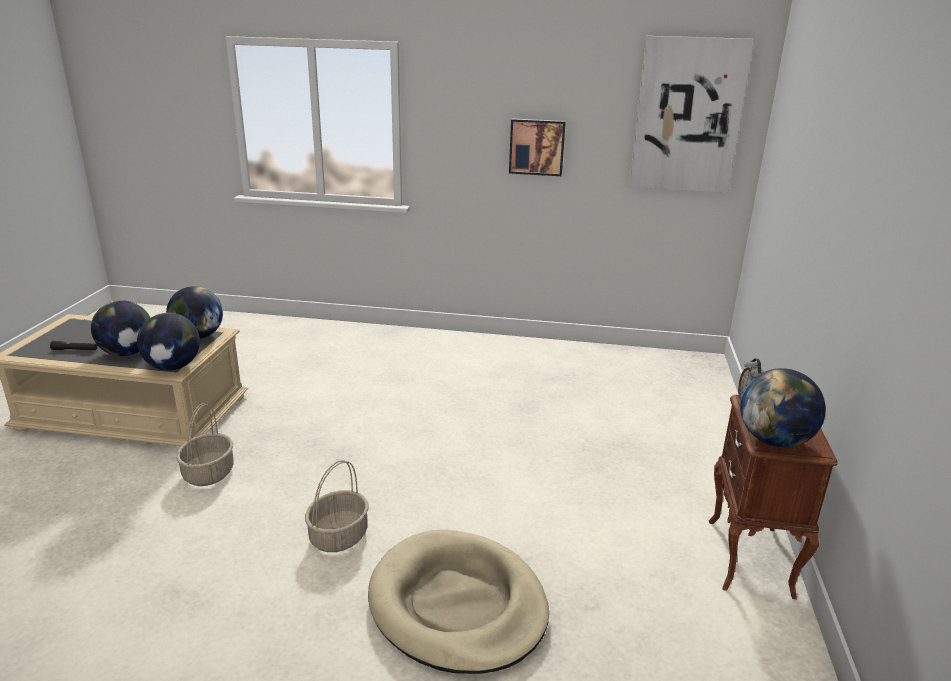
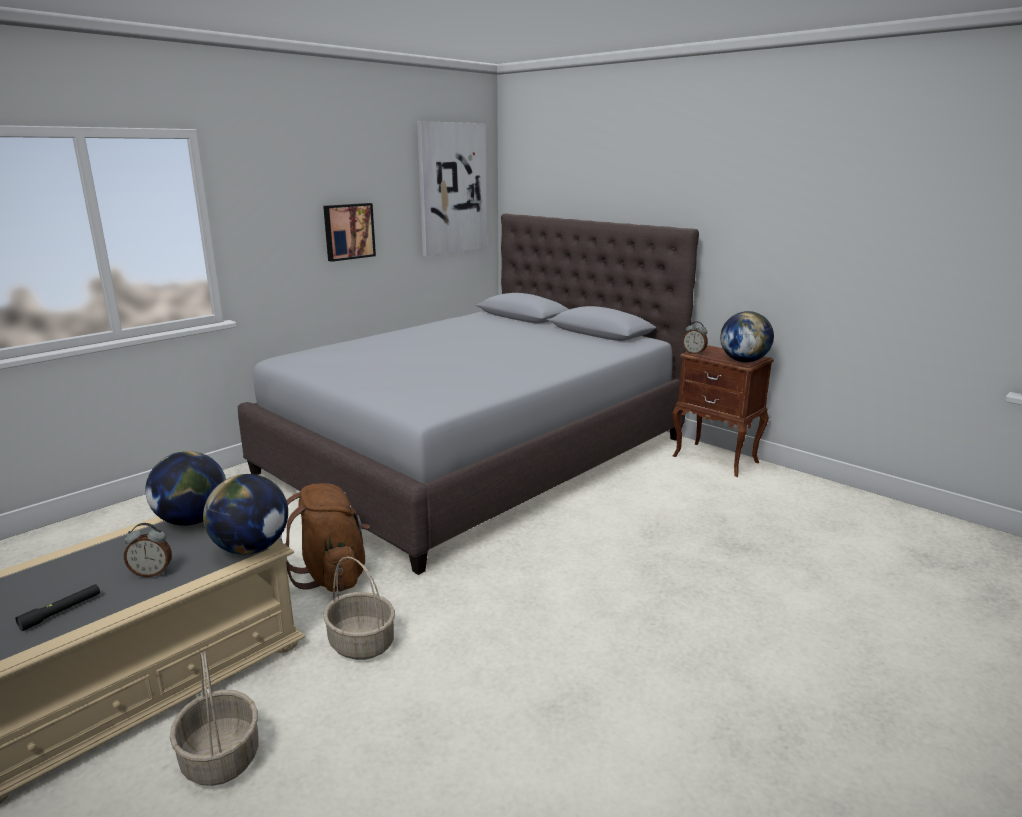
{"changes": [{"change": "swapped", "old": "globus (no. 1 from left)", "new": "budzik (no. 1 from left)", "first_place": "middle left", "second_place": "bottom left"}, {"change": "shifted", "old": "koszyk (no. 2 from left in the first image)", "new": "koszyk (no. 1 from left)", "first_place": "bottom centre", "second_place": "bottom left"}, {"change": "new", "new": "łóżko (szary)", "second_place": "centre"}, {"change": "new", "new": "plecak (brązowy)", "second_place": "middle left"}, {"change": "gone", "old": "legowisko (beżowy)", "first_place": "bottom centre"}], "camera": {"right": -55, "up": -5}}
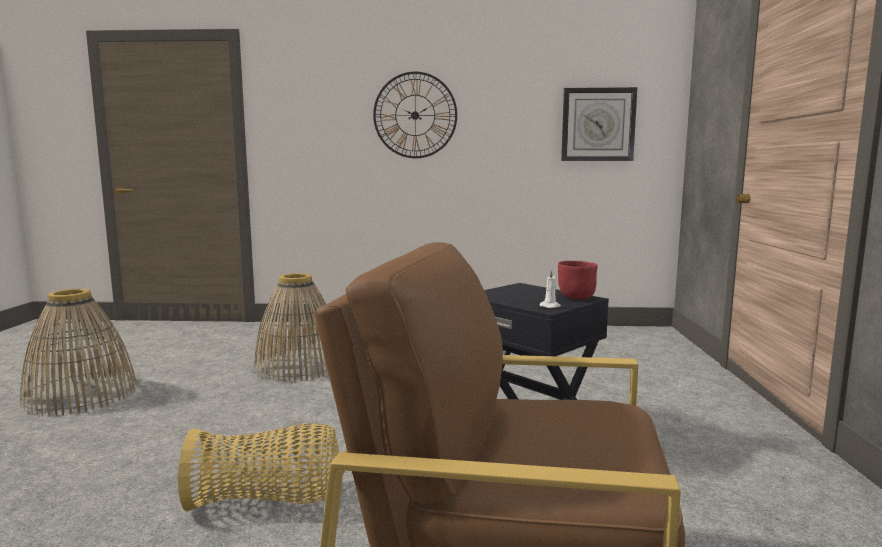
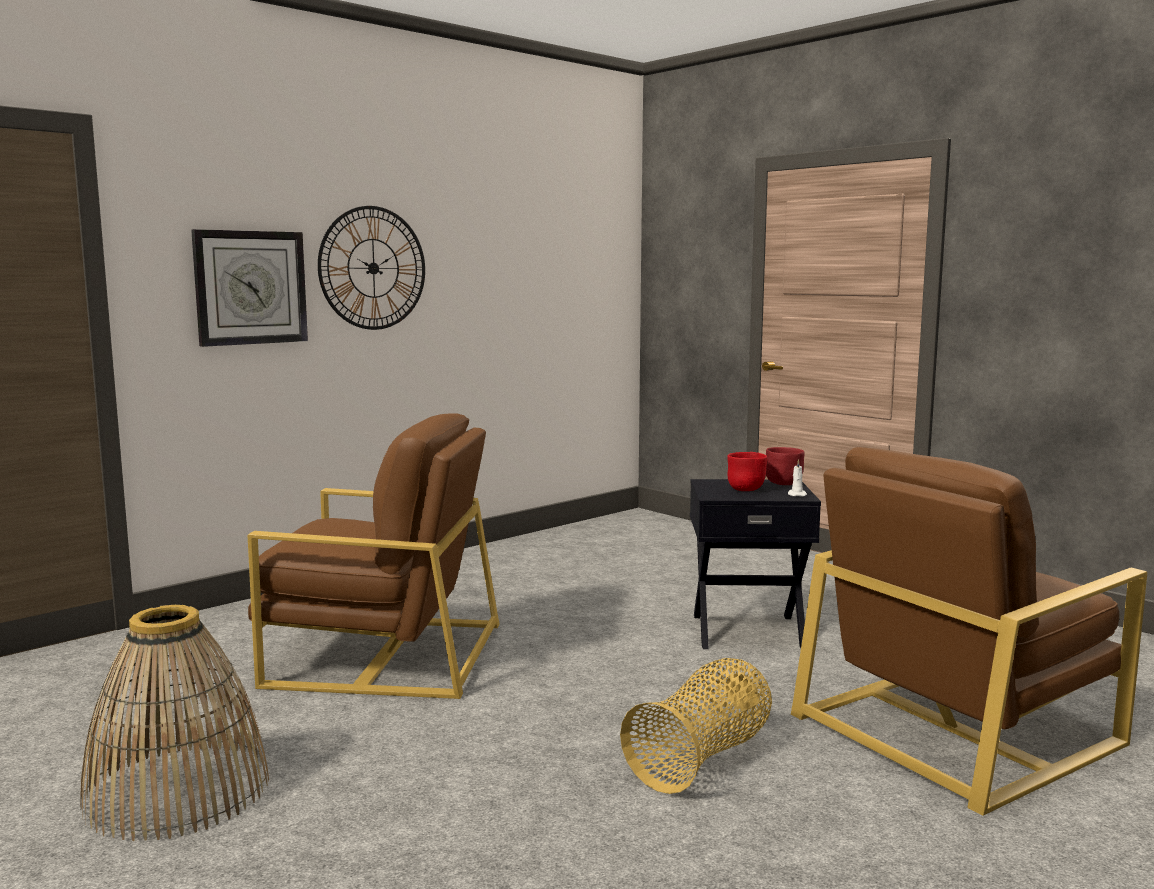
{"changes": [{"change": "shifted", "old": "zegar ścienny (no. 2 from left in the first image)", "new": "zegar ścienny (no. 1 from left)", "first_place": "top right", "second_place": "top left"}, {"change": "swapped", "old": "koszyk (no. 3 from left)", "new": "fotel (brązowy) (no. 1 from left)", "first_place": "middle left", "second_place": "middle left"}, {"change": "new", "new": "miska (czerwony) (no. 1 from left)", "second_place": "centre"}], "camera": {"right": -45, "up": 0}}
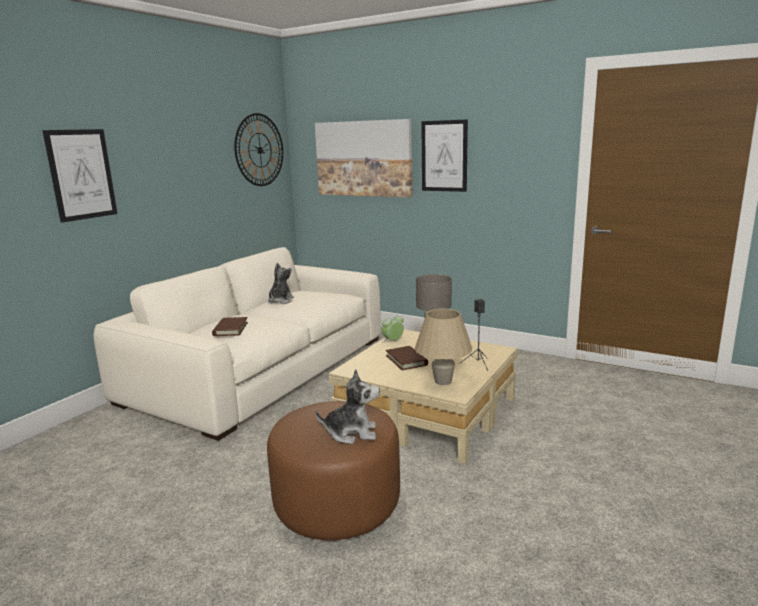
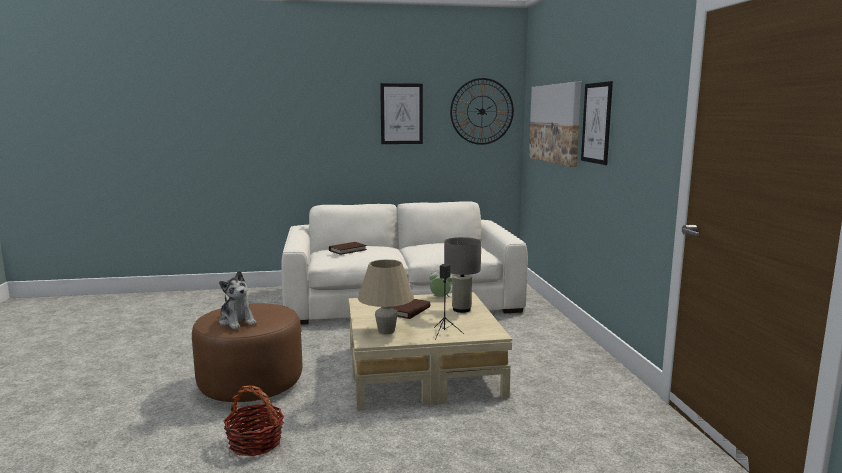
{"changes": [{"change": "new", "new": "koszyk", "second_place": "bottom left"}, {"change": "shifted", "old": "obraz (no. 1 from left)", "first_place": "top left", "second_place": "top centre"}, {"change": "gone", "old": "pluszak (no. 1 from left)", "first_place": "centre"}], "camera": {"right": 50, "up": -5}}
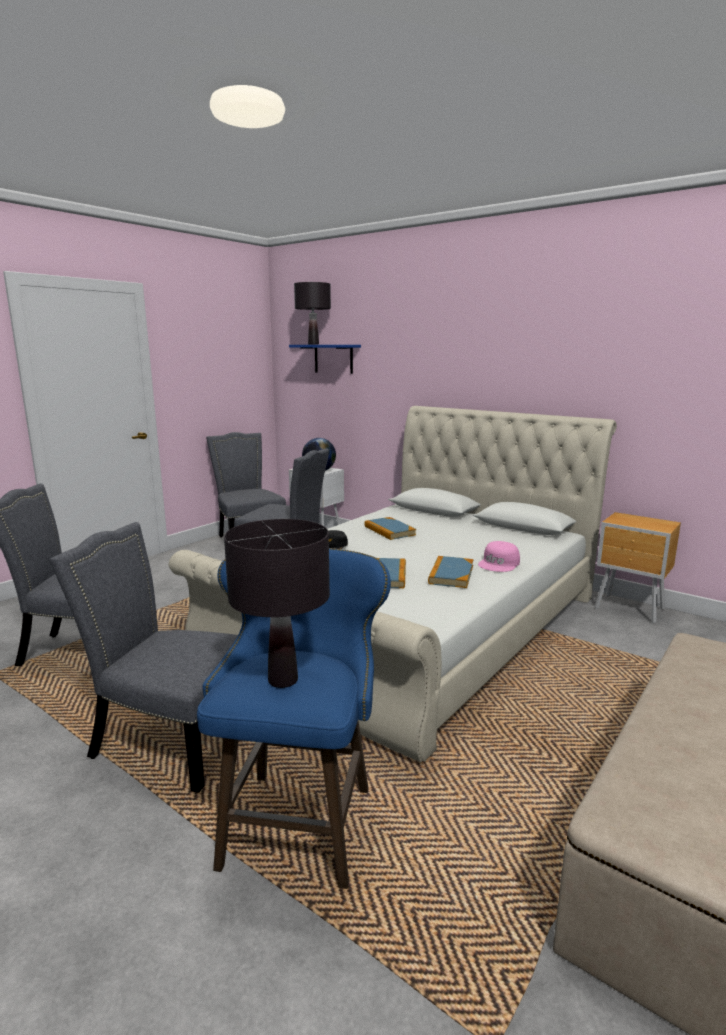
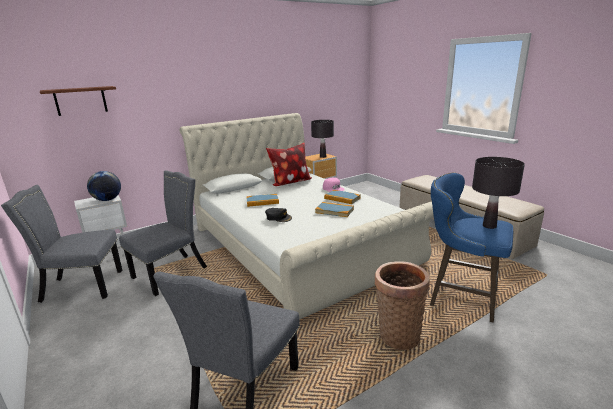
{"changes": [{"change": "repainted", "old": "półka (niebieski)", "new": "półka (brązowy)", "first_place": "centre", "second_place": "top left"}, {"change": "new", "new": "poduszka", "second_place": "centre"}, {"change": "shifted", "old": "lampa stołowa (czarny) (no. 2 from left in the first image)", "new": "lampa stołowa (czarny) (no. 1 from left)", "first_place": "top centre", "second_place": "centre"}, {"change": "swapped", "old": "krzesło (szary) (no. 2 from left)", "new": "koszyk", "first_place": "middle left", "second_place": "bottom centre"}], "camera": {"right": -70, "up": 5}}
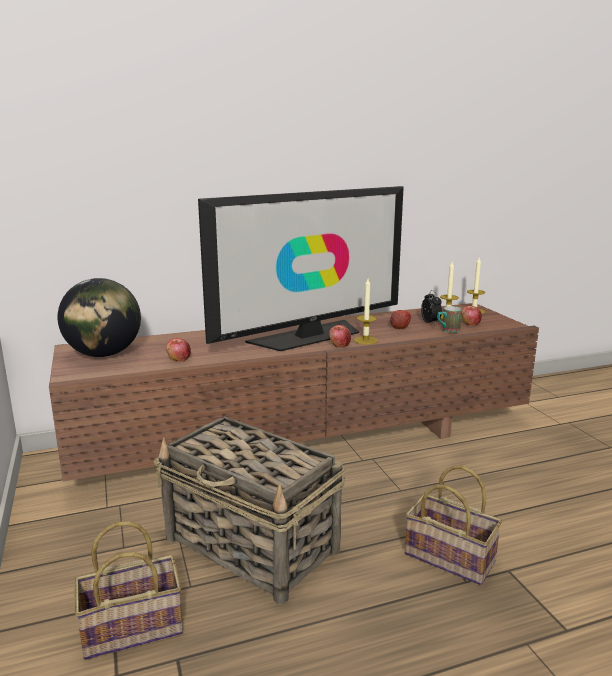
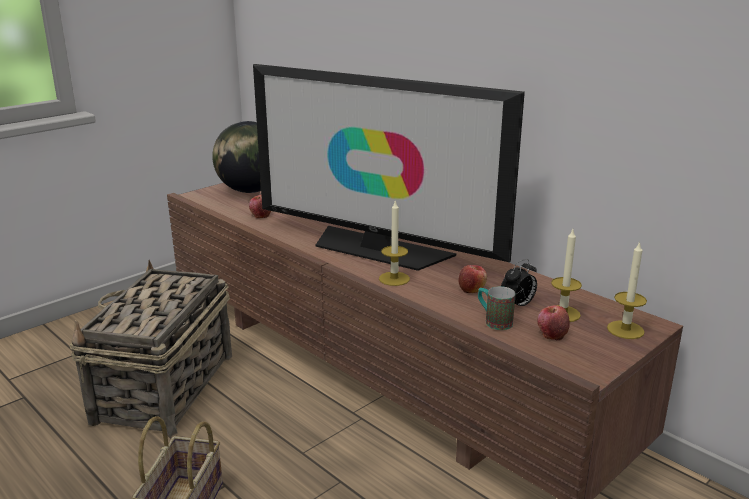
{"changes": [{"change": "gone", "old": "koszyk (no. 1 from left)", "first_place": "bottom left"}, {"change": "gone", "old": "jabłko (no. 2 from left)", "first_place": "centre"}], "camera": {"right": 65, "up": 5}}
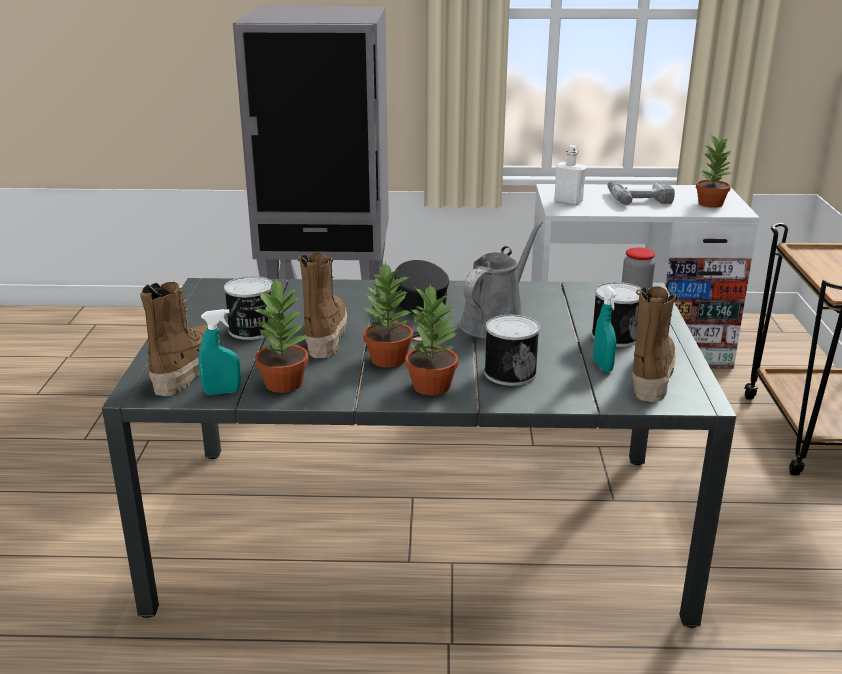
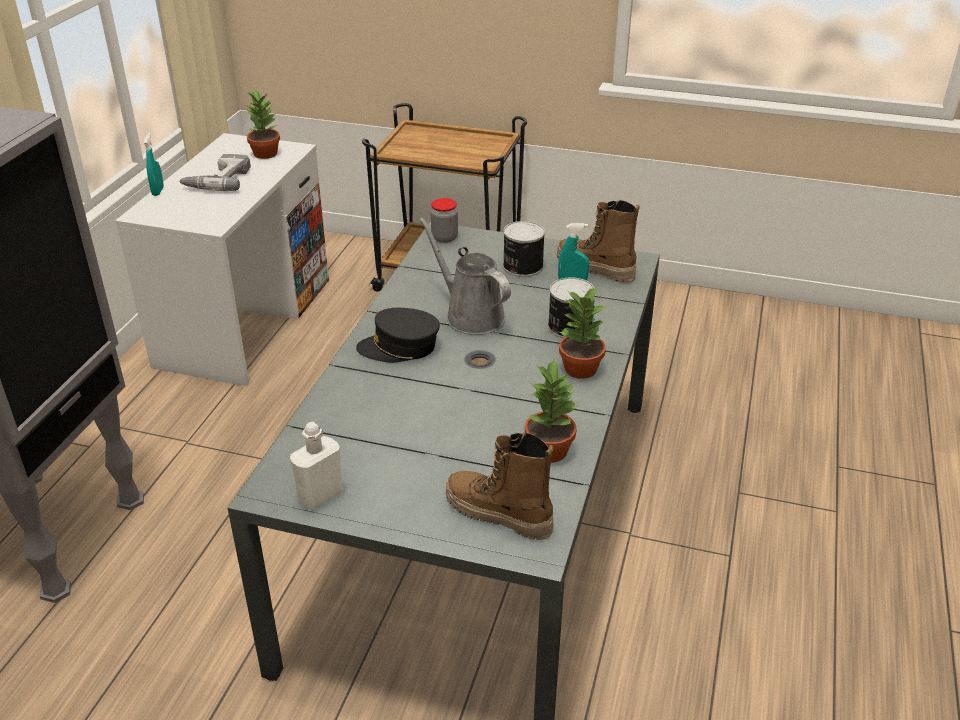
{"changes": [{"change": "shifted", "old": "spryskiwacz (turkusowy) (no. 1 from left)", "first_place": "middle left", "second_place": "top left"}, {"change": "shifted", "old": "butelka (biały)", "first_place": "top right", "second_place": "middle left"}, {"change": "gone", "old": "puszka (no. 1 from left)", "first_place": "middle left"}, {"change": "gone", "old": "but z cholewką (no. 2 from left)", "first_place": "centre"}, {"change": "gone", "old": "roślina doniczkowa (no. 2 from left)", "first_place": "centre"}], "camera": {"right": -75, "up": 10}}
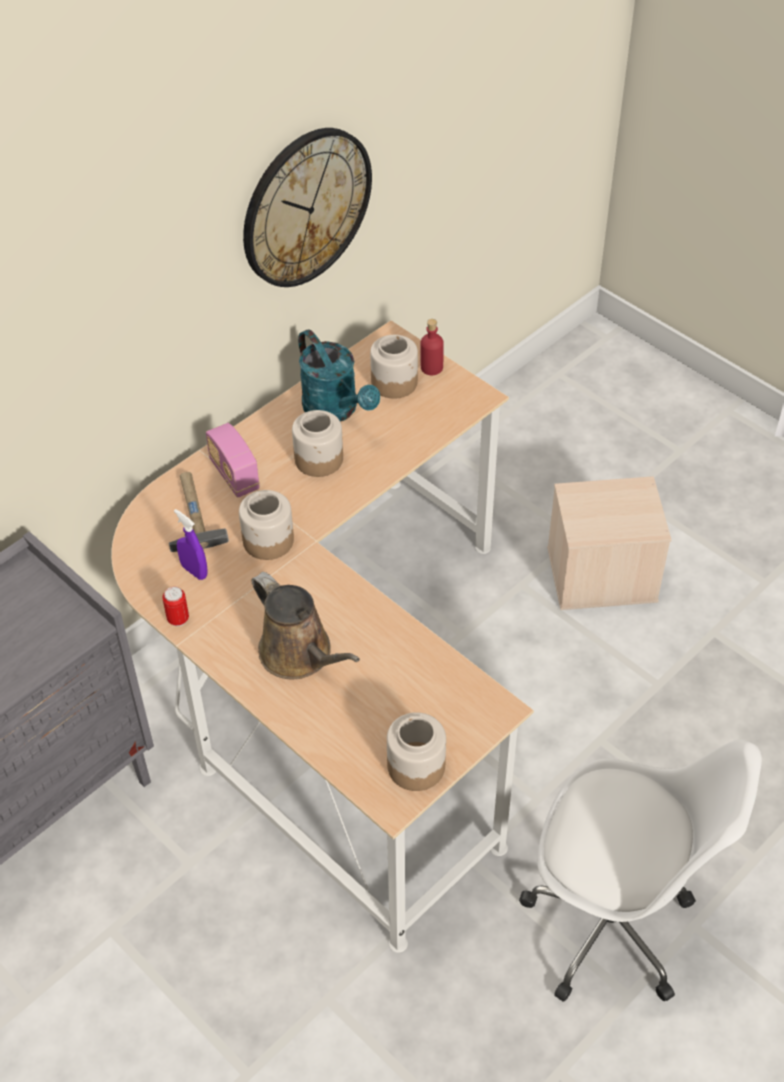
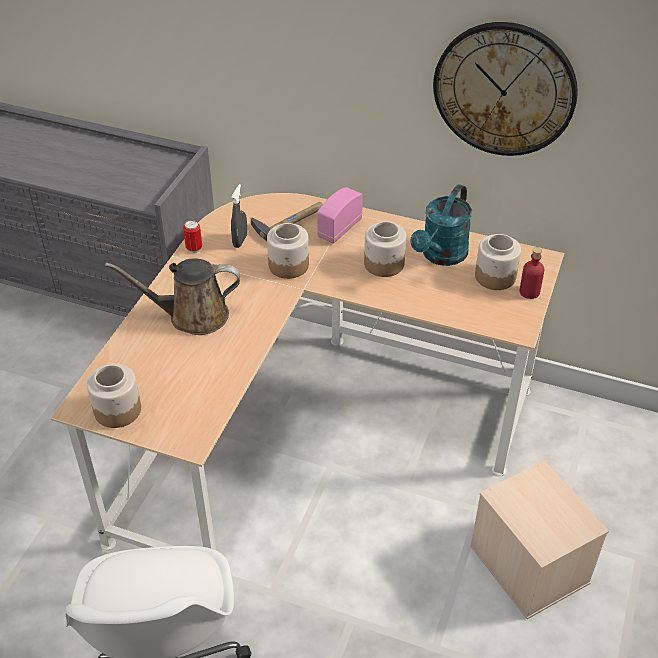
{"changes": [{"change": "rotated", "old": "konewka (brązowy)", "first_place": "centre", "second_place": "middle left", "degrees": 60}, {"change": "repainted", "old": "spryskiwacz (fioletowy)", "new": "spryskiwacz (szary)", "first_place": "middle left", "second_place": "top centre"}], "camera": {"right": 65, "up": -5}}
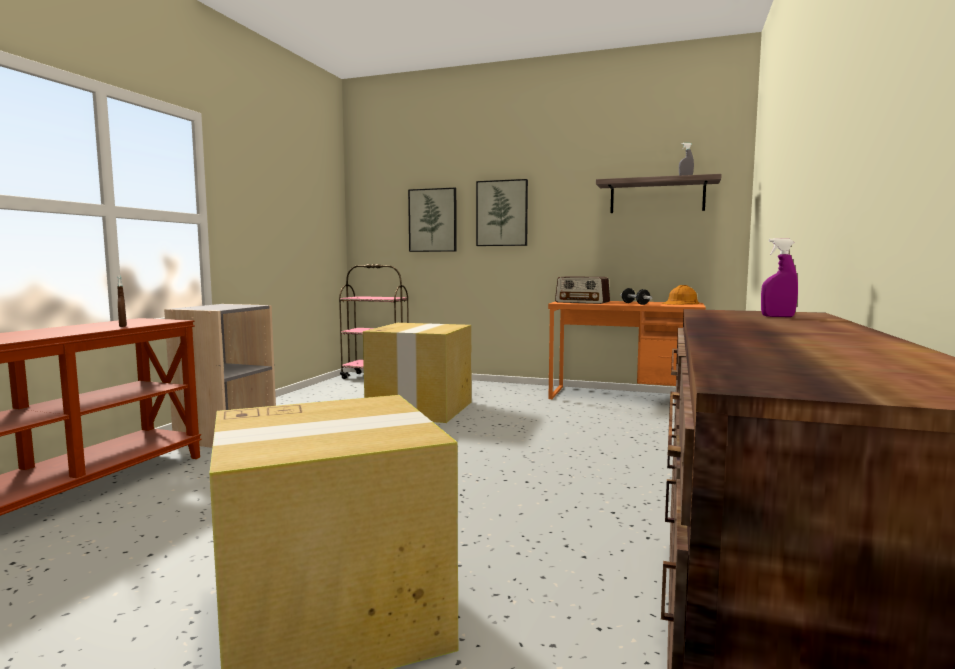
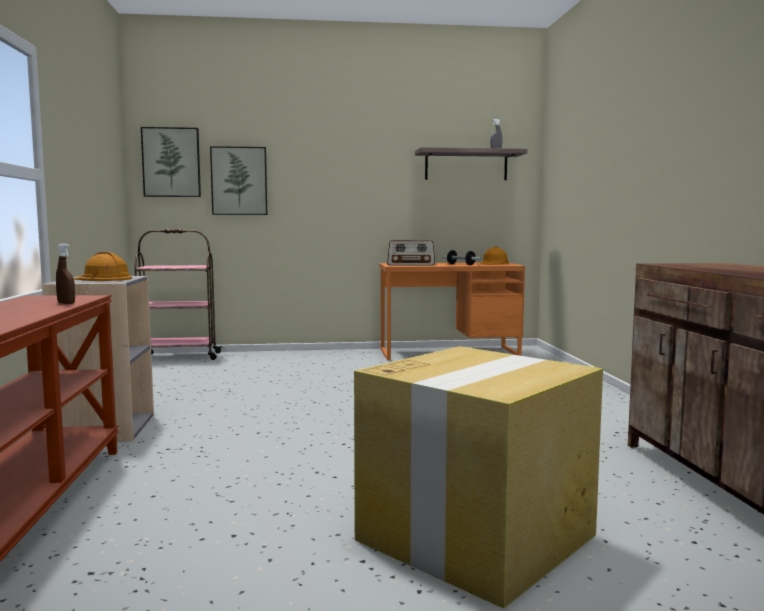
{"changes": [{"change": "new", "new": "kask (pomarańczowy) (no. 1 from left)", "second_place": "middle left"}, {"change": "shifted", "old": "obraz (no. 2 from left in the first image)", "new": "obraz (no. 1 from left)", "first_place": "top centre", "second_place": "top left"}, {"change": "gone", "old": "karton (no. 2 from left)", "first_place": "centre"}, {"change": "gone", "old": "spryskiwacz (fioletowy)", "first_place": "middle right"}], "camera": {"right": -25, "up": 0}}
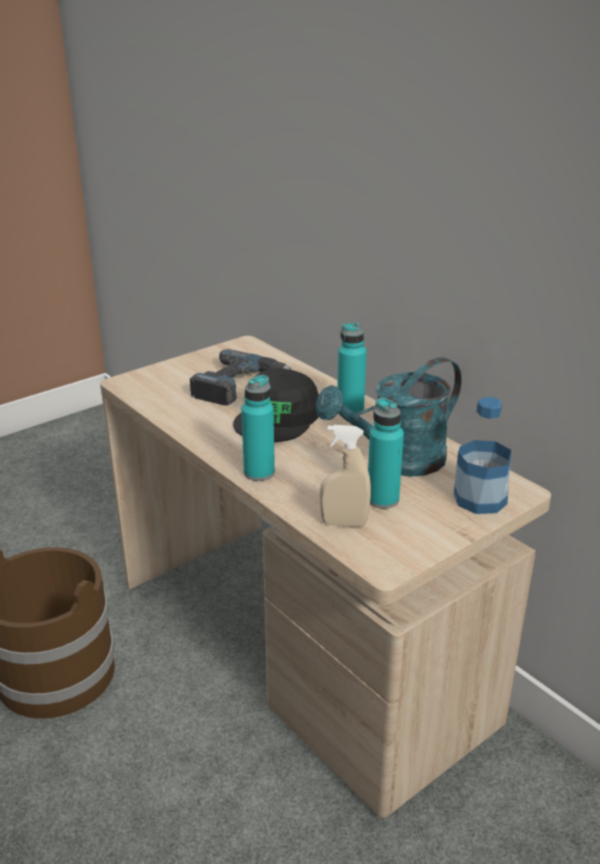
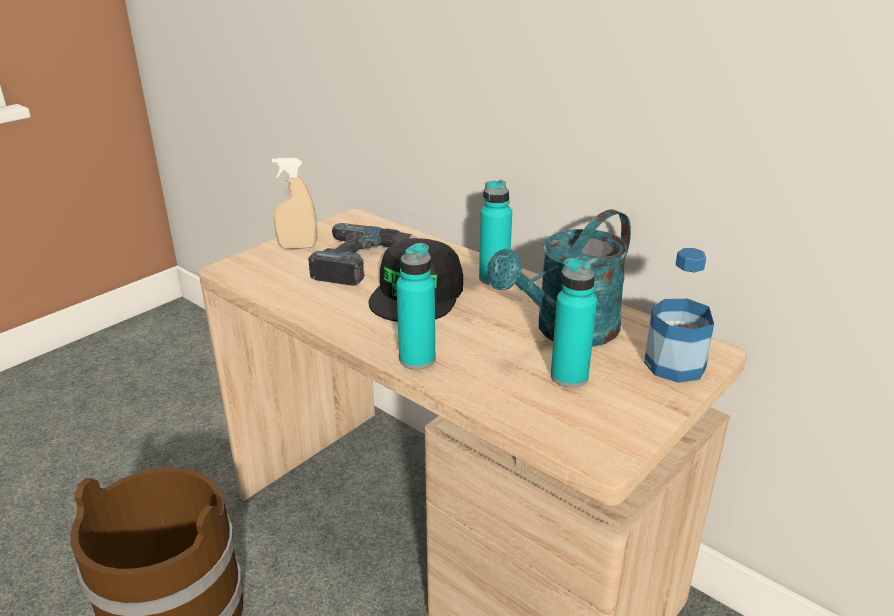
{"changes": [{"change": "shifted", "old": "spryskiwacz (beżowy)", "first_place": "centre", "second_place": "top left"}], "camera": {"right": -10, "up": 0}}
